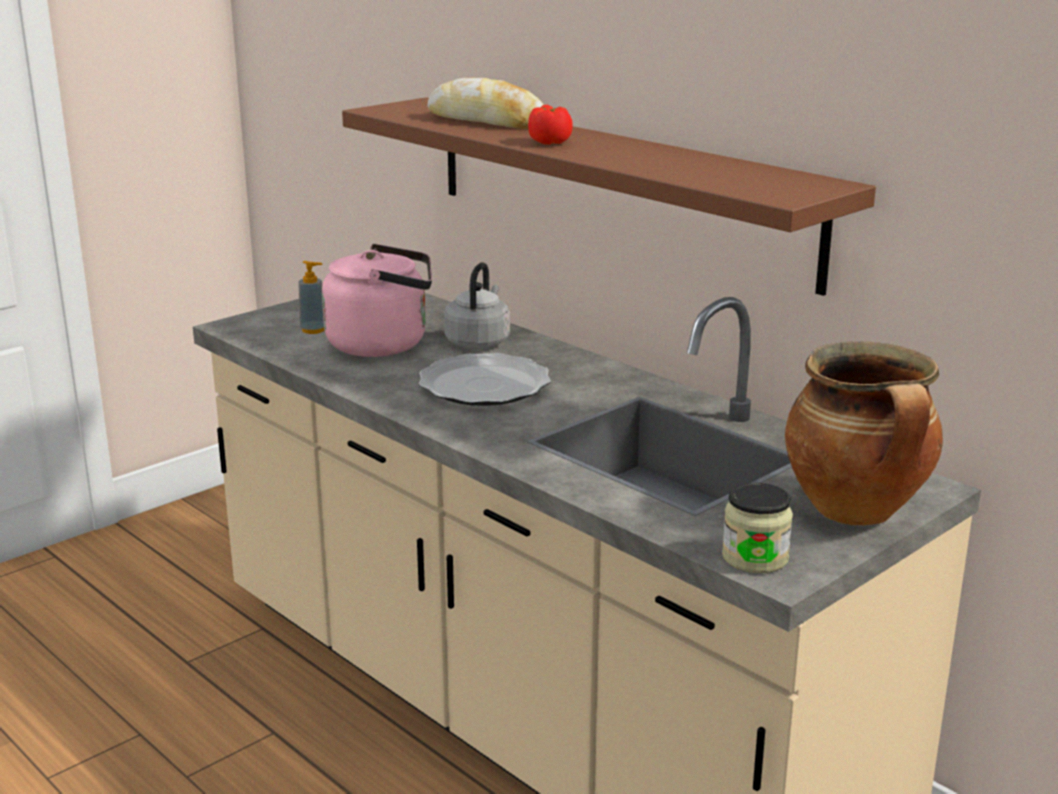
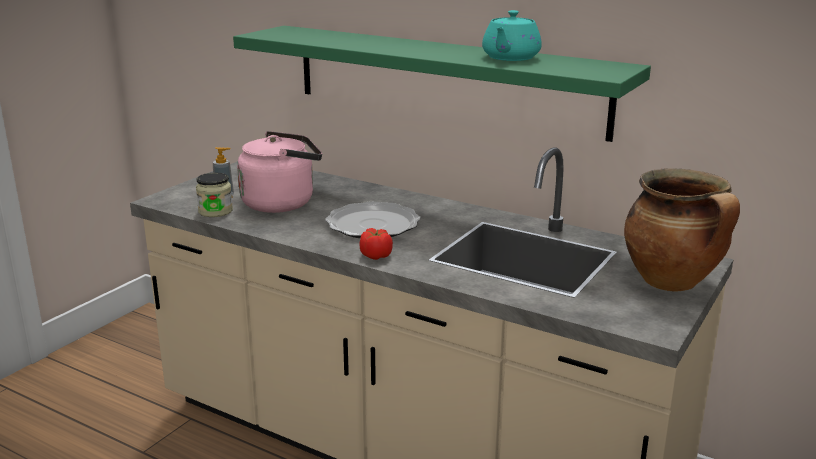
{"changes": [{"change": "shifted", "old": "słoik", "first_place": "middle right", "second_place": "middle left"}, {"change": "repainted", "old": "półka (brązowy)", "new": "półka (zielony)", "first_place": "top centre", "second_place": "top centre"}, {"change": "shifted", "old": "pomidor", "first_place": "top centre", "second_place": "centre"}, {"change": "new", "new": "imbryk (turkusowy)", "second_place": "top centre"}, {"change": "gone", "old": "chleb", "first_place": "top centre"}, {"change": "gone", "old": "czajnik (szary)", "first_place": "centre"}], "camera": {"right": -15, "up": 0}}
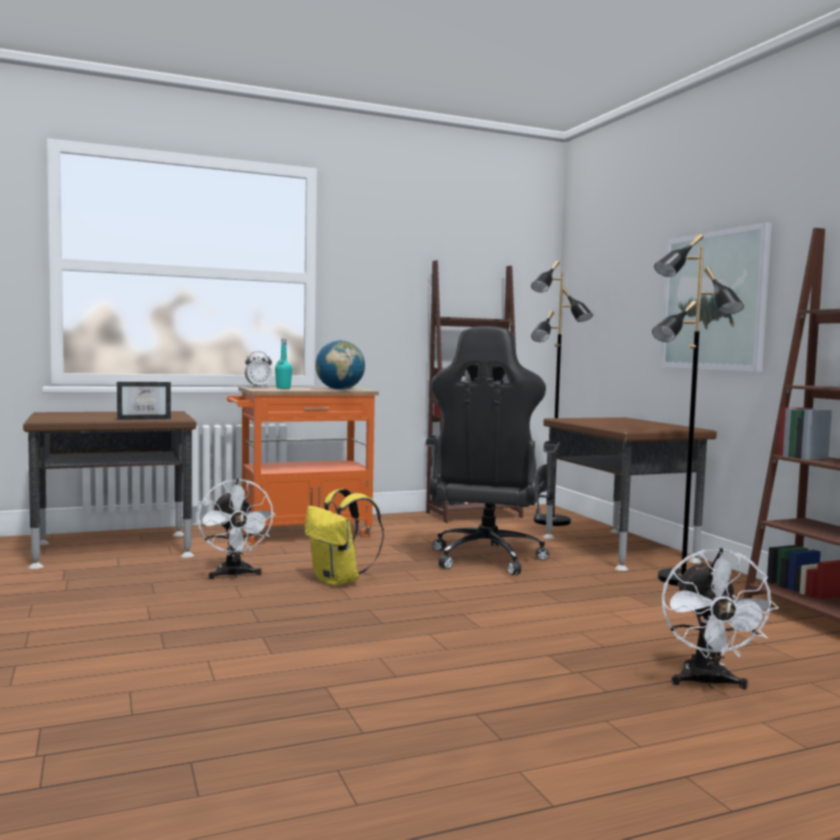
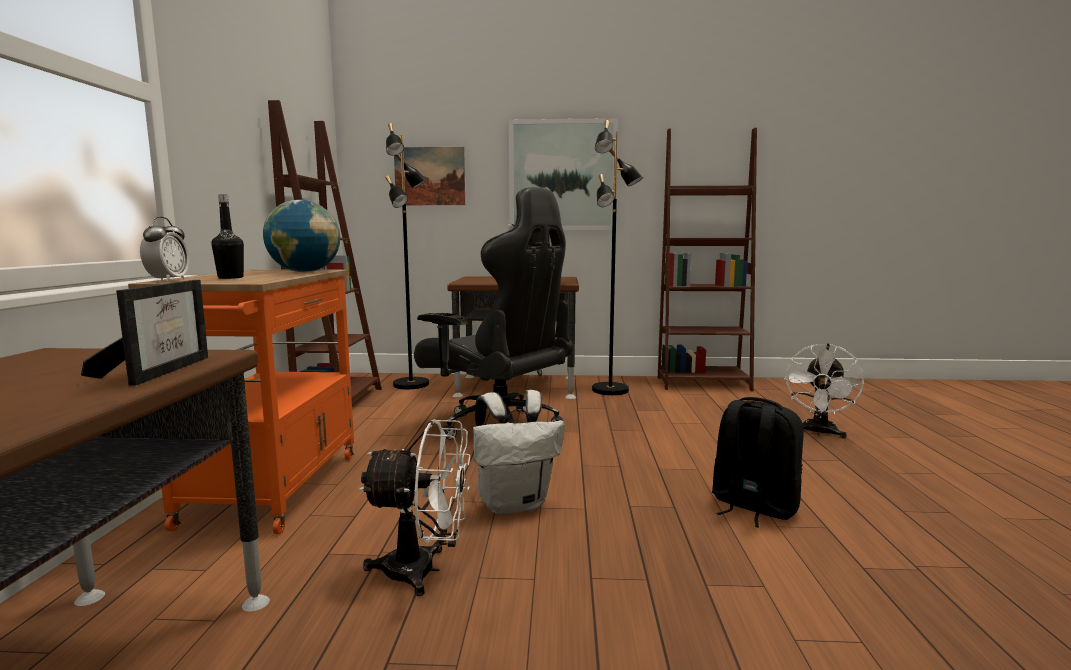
{"changes": [{"change": "repainted", "old": "butelka (turkusowy)", "new": "butelka (czarny)", "first_place": "centre", "second_place": "middle left"}, {"change": "new", "new": "obraz (no. 1 from left)", "second_place": "top centre"}, {"change": "repainted", "old": "plecak (żółty)", "new": "plecak (biały)", "first_place": "centre", "second_place": "bottom centre"}, {"change": "new", "new": "plecak (czarny)", "second_place": "bottom right"}, {"change": "rotated", "old": "wentylator (biały) (no. 2 from left)", "first_place": "bottom right", "second_place": "middle right", "degrees": 90}], "camera": {"right": -65, "up": 5}}
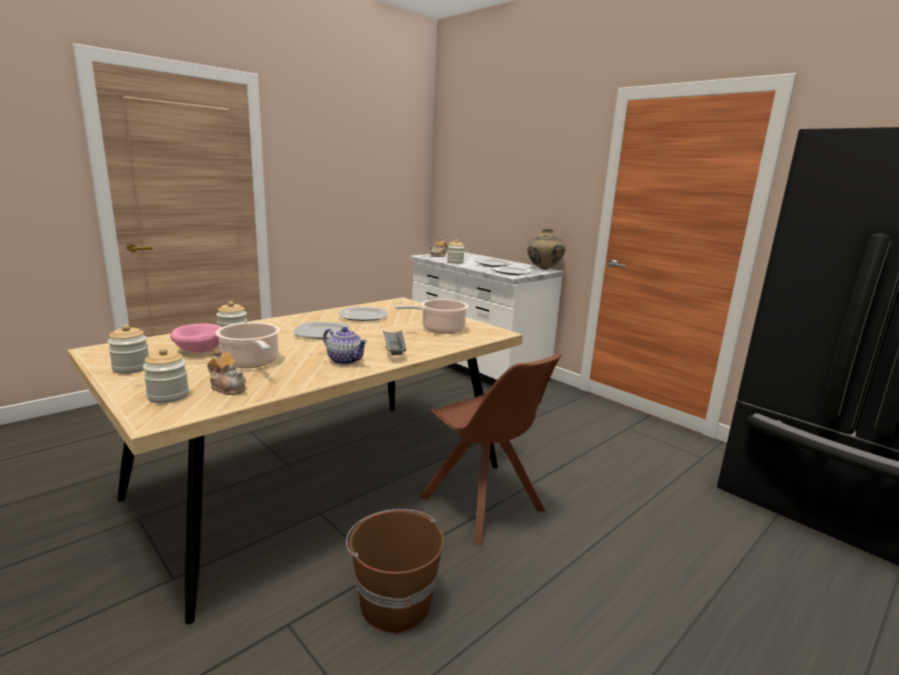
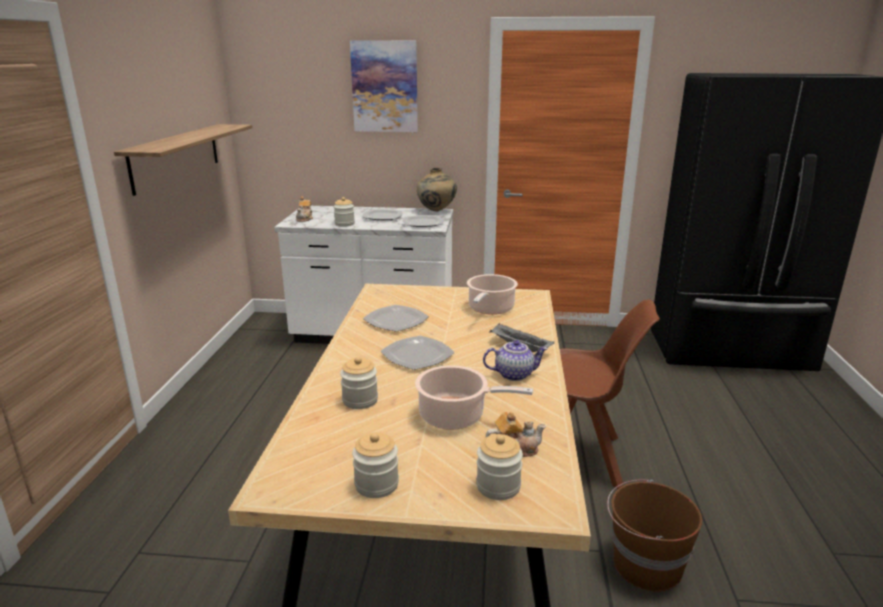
{"changes": [{"change": "new", "new": "półka", "second_place": "top left"}, {"change": "new", "new": "obraz", "second_place": "top centre"}, {"change": "gone", "old": "miska (różowy)", "first_place": "middle left"}], "camera": {"right": -40, "up": 5}}
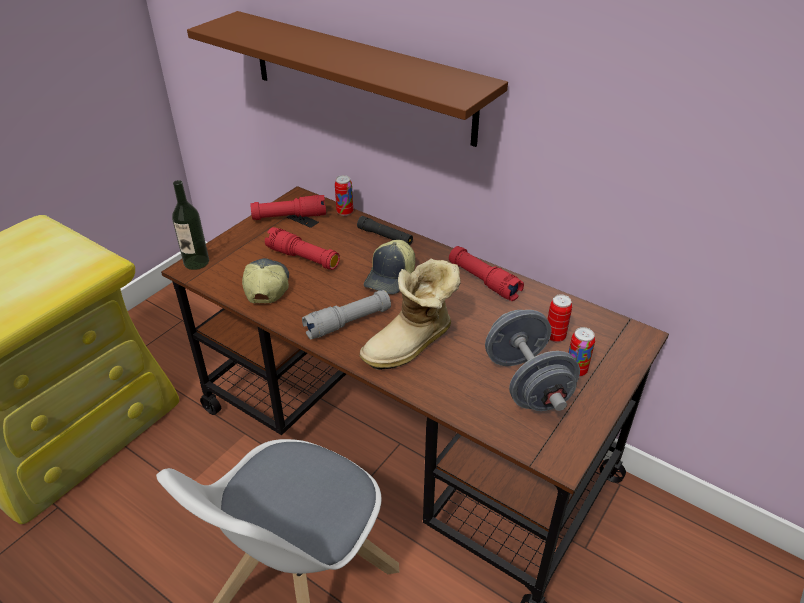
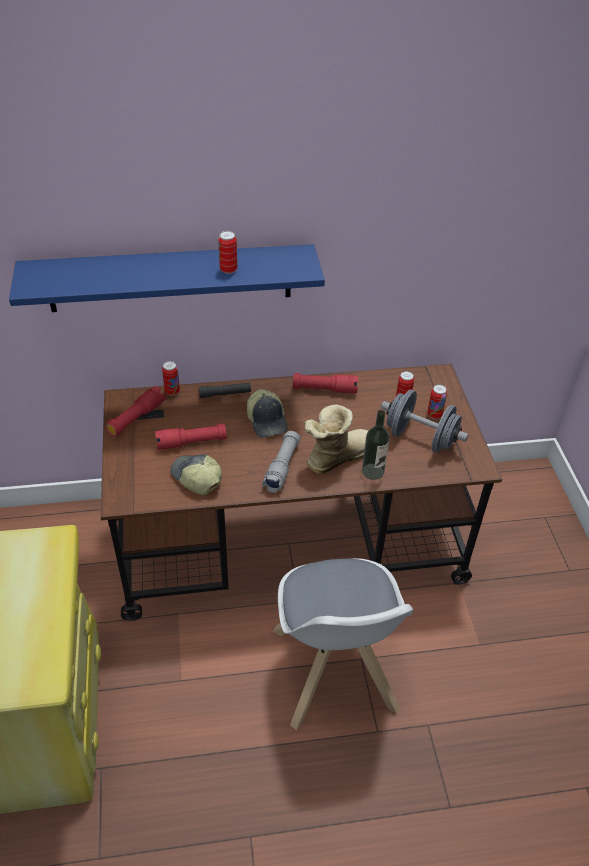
{"changes": [{"change": "repainted", "old": "półka (brązowy)", "new": "półka (niebieski)", "first_place": "top centre", "second_place": "top left"}, {"change": "new", "new": "puszka (no. 2 from left)", "second_place": "top centre"}, {"change": "rotated", "old": "but z cholewką", "first_place": "centre", "second_place": "centre", "degrees": -135}, {"change": "shifted", "old": "butelka", "first_place": "middle left", "second_place": "centre"}], "camera": {"right": -45, "up": 5}}
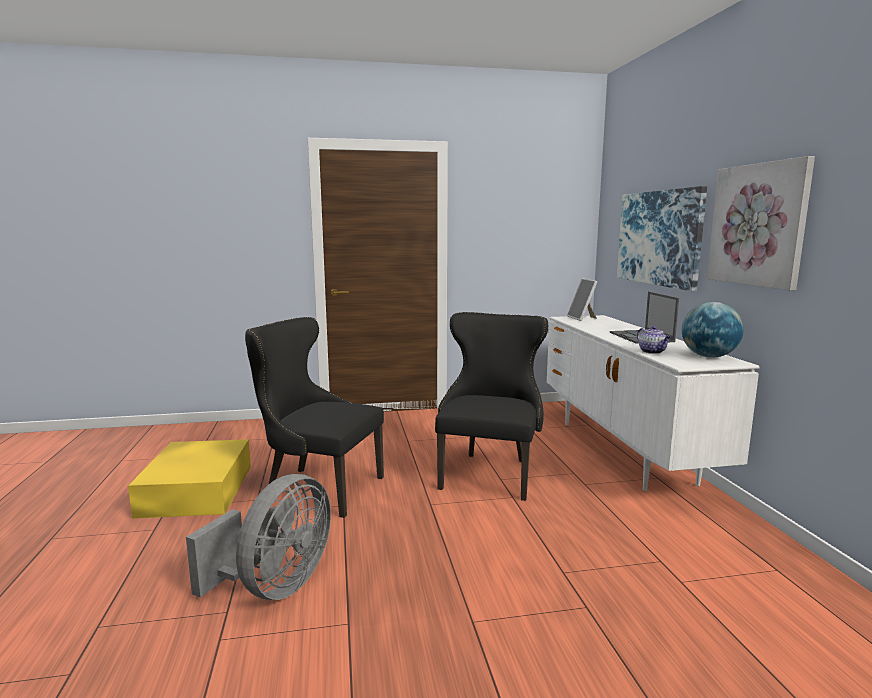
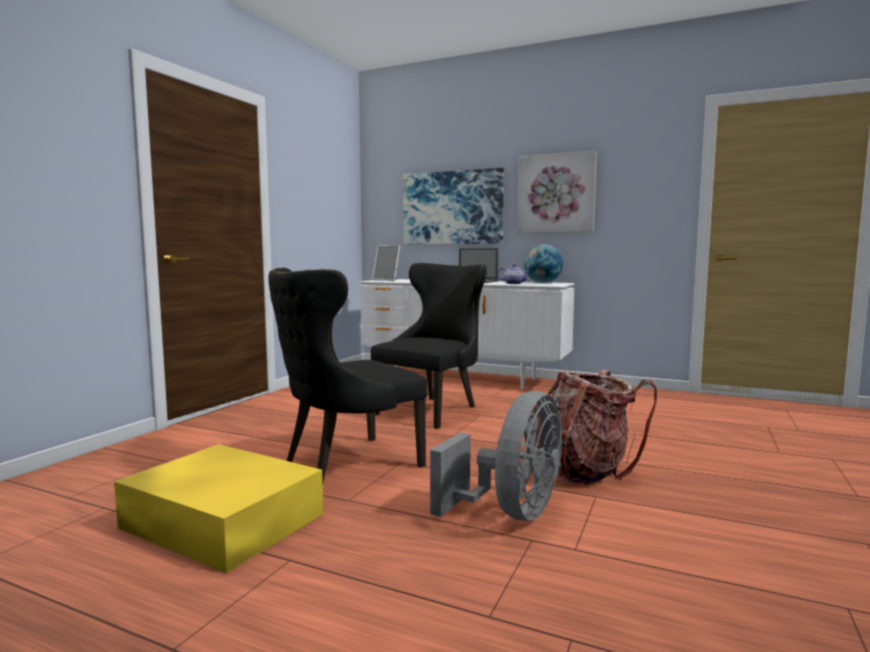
{"changes": [{"change": "rotated", "old": "krzesło (czarny) (no. 2 from left)", "first_place": "centre", "second_place": "centre", "degrees": 75}, {"change": "rotated", "old": "wentylator (szary)", "first_place": "bottom left", "second_place": "bottom centre", "degrees": 60}, {"change": "new", "new": "plecak", "second_place": "middle right"}], "camera": {"right": -55, "up": -5}}
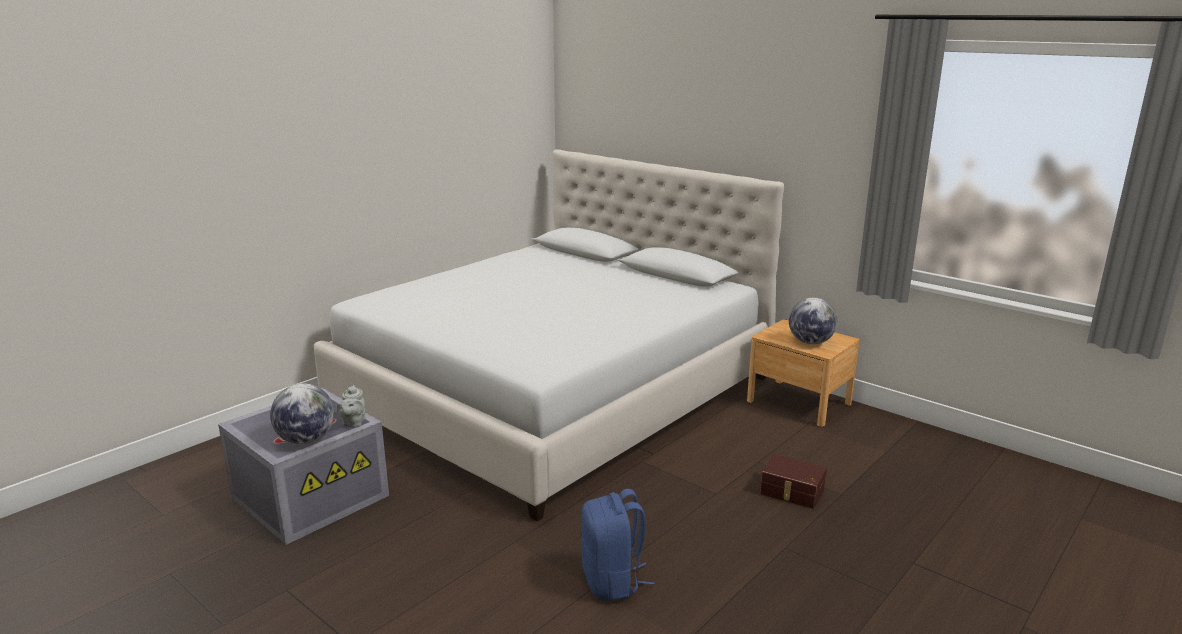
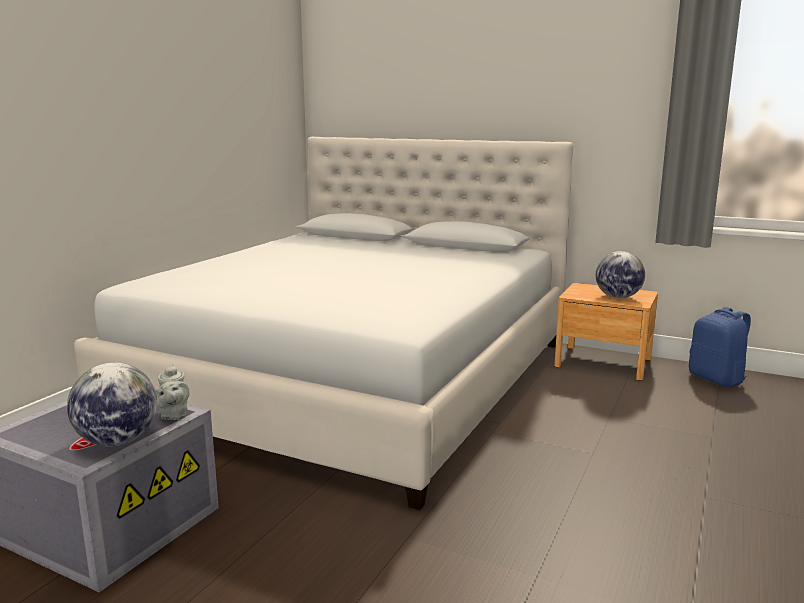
{"changes": [{"change": "shifted", "old": "plecak (niebieski)", "first_place": "bottom centre", "second_place": "middle right"}, {"change": "gone", "old": "pojemnik do przechowywania (brązowy)", "first_place": "bottom right"}], "camera": {"right": -15, "up": -5}}
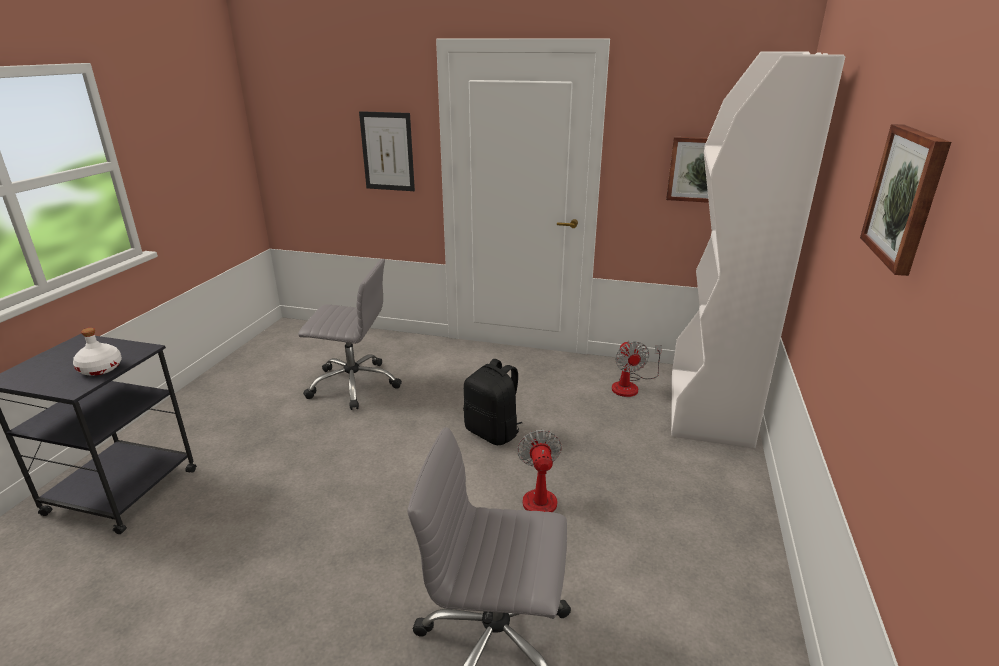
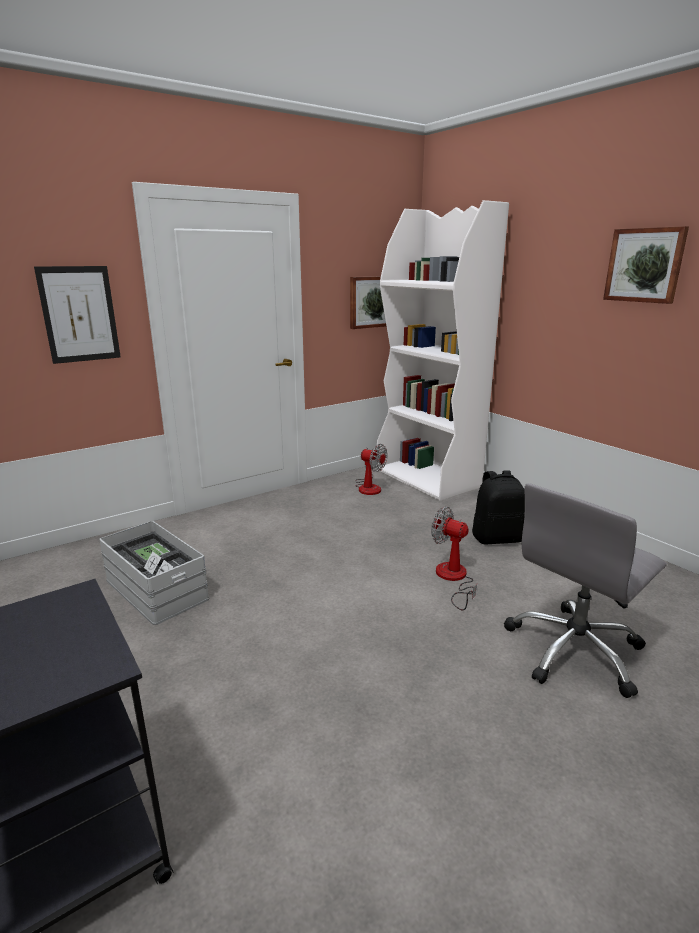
{"changes": [{"change": "swapped", "old": "krzesło biurowe (szary) (no. 1 from left)", "new": "pojemnik do przechowywania (szary)", "first_place": "centre", "second_place": "middle left"}, {"change": "shifted", "old": "plecak (czarny)", "first_place": "centre", "second_place": "middle right"}, {"change": "gone", "old": "butelka (biały)", "first_place": "middle left"}], "camera": {"right": -50, "up": -5}}
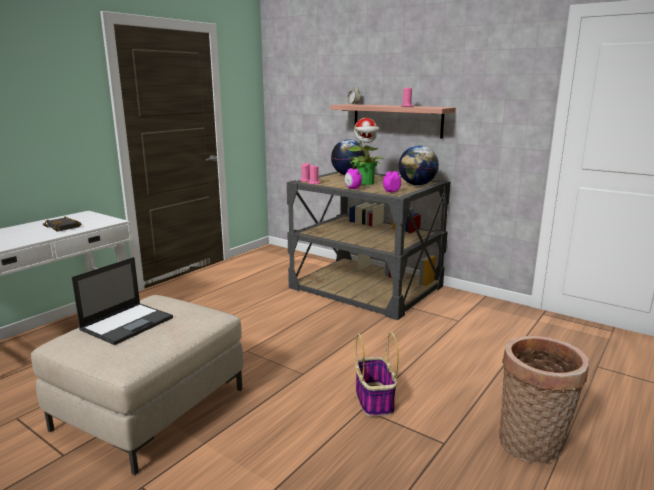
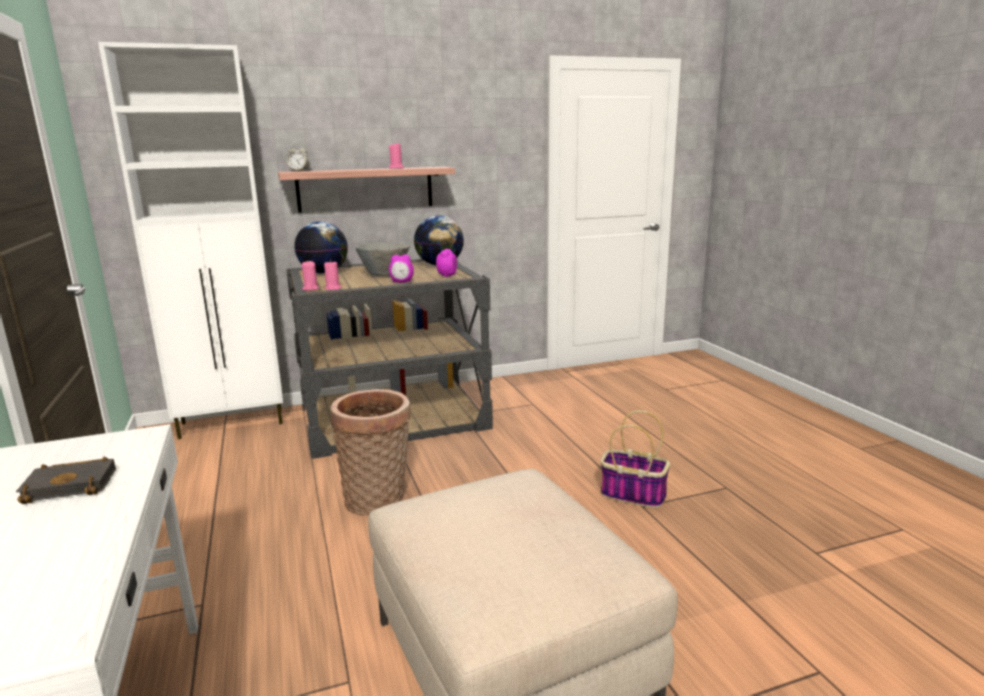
{"changes": [{"change": "new", "new": "szafka (biały)", "second_place": "middle left"}, {"change": "shifted", "old": "koszyk (no. 2 from left in the first image)", "new": "koszyk (no. 1 from left)", "first_place": "bottom right", "second_place": "centre"}, {"change": "swapped", "old": "roślina doniczkowa", "new": "miska (szary)", "first_place": "top centre", "second_place": "centre"}, {"change": "gone", "old": "laptop", "first_place": "middle left"}], "camera": {"right": -55, "up": 0}}
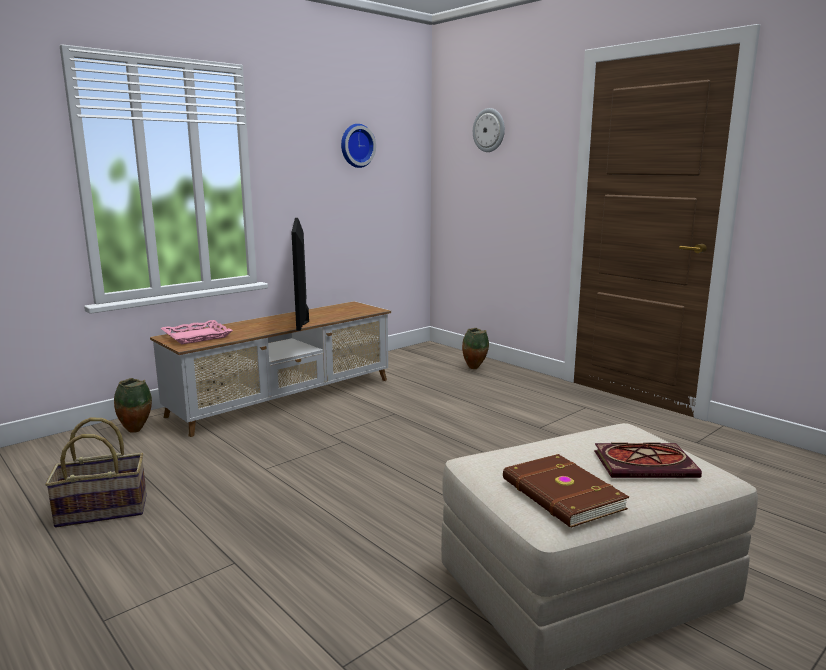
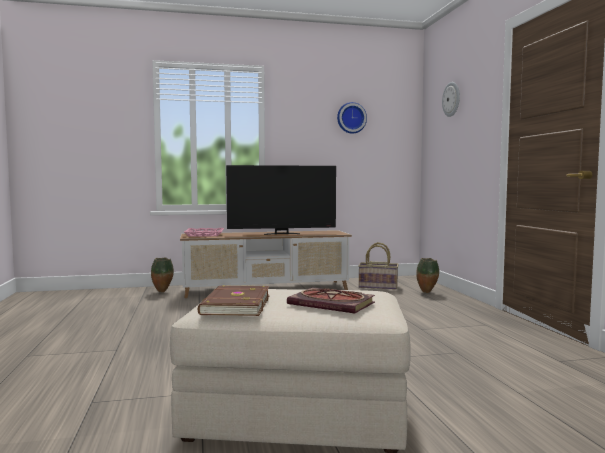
{"changes": [{"change": "rotated", "old": "telewizor", "first_place": "centre", "second_place": "centre", "degrees": -120}, {"change": "shifted", "old": "koszyk", "first_place": "bottom left", "second_place": "centre"}], "camera": {"right": 30, "up": -10}}
